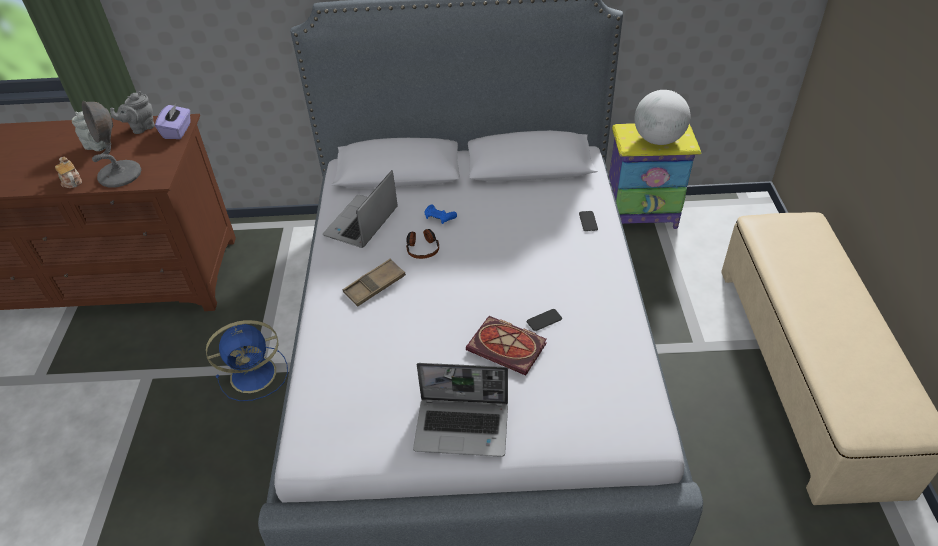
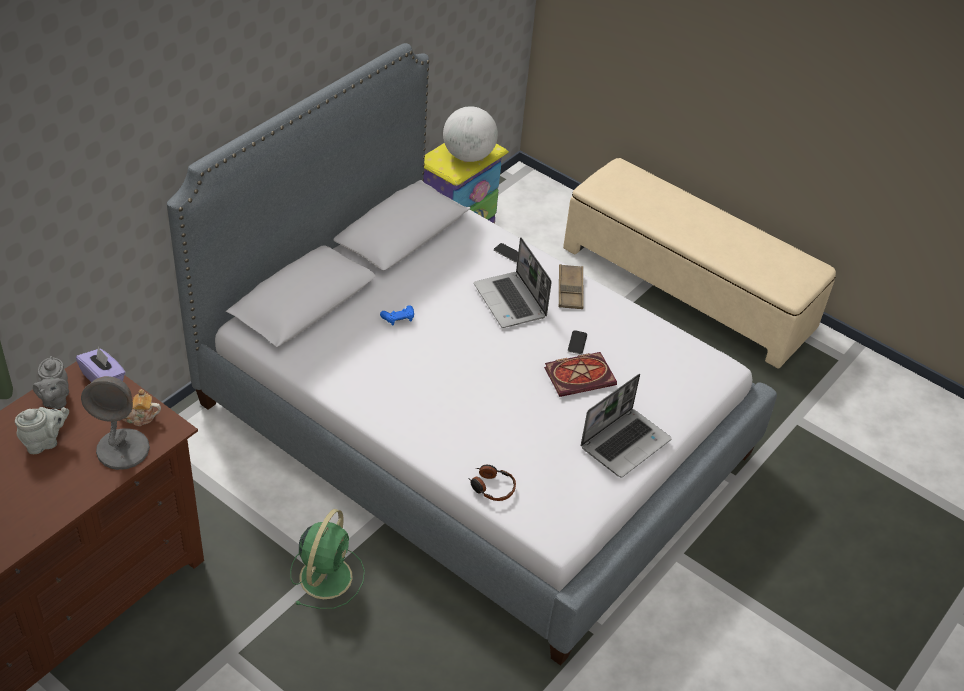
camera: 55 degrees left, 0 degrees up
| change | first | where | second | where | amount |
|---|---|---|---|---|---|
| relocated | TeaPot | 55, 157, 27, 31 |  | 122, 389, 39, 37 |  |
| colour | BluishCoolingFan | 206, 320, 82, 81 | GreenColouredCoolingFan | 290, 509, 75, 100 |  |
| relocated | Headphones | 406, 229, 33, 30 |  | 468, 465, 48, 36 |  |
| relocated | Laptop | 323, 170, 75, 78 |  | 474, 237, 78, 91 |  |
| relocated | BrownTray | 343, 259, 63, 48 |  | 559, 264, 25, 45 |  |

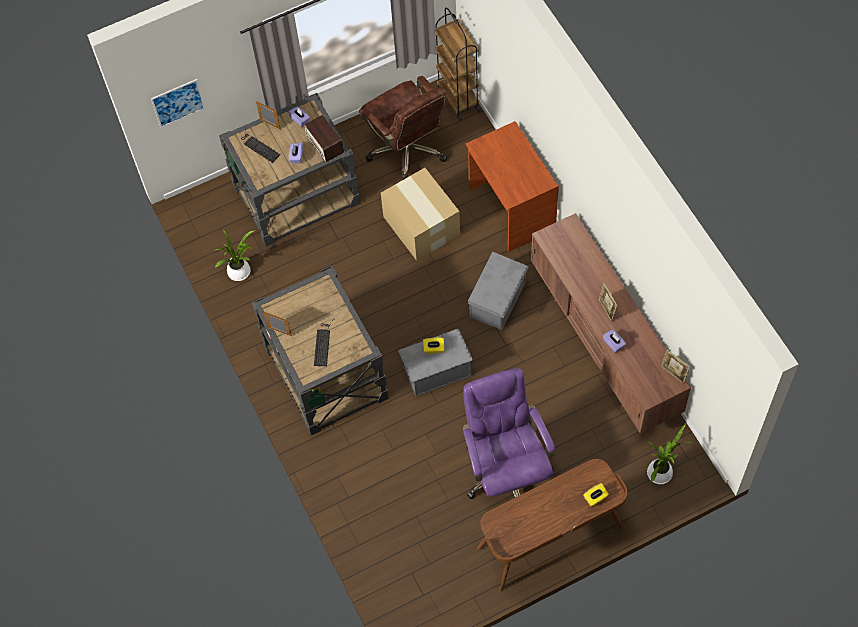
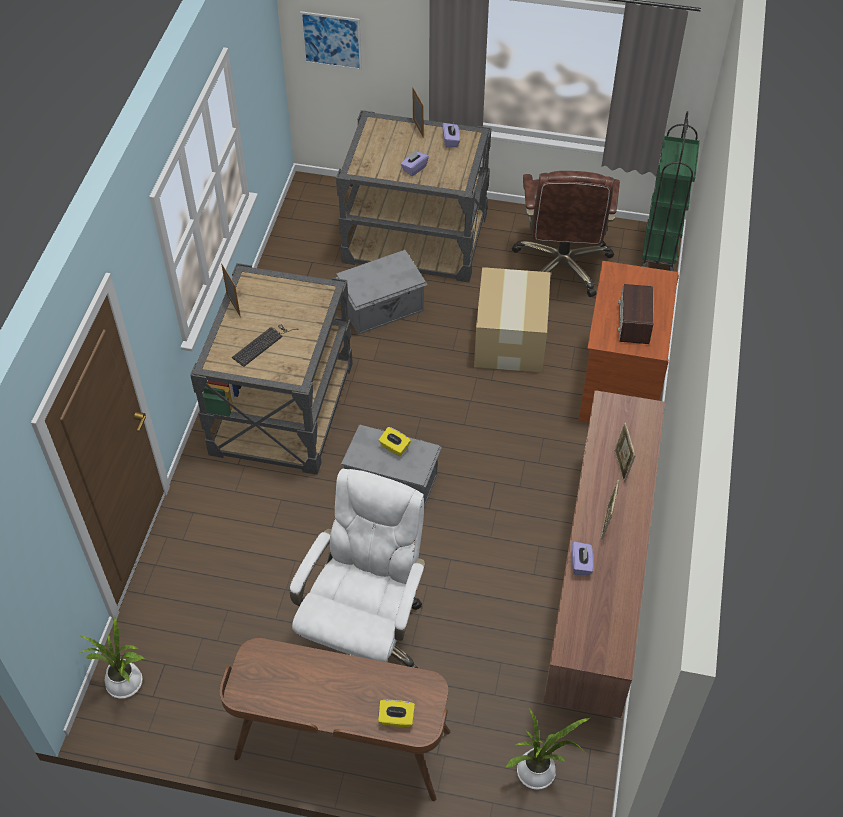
camera: 35 degrees right, 10 degrees down
| change | first | where | second | where | amount |
|---|---|---|---|---|---|
| relocated | PottedPlant | 213, 229, 42, 52 |  | 79, 616, 66, 83 |  |
| colour | PurpleColouredDeskChair | 463, 368, 92, 131 | WhiteColouredDeskChair | 290, 468, 135, 200 |  |
| relocated | GreyStorageBox | 468, 252, 61, 78 |  | 336, 250, 92, 85 |  |
| relocated | StandingFrame | 661, 349, 29, 35 |  | 614, 422, 22, 60 |  |
| relocated | Radio | 304, 115, 40, 47 |  | 618, 284, 36, 60 |  |
| colour | BrownTrolley | 435, 7, 46, 115 | GreenColouredTrolley | 642, 111, 58, 160 |  |
| missing | PcKeyboard | 242, 128, 38, 35 |  |  |  |

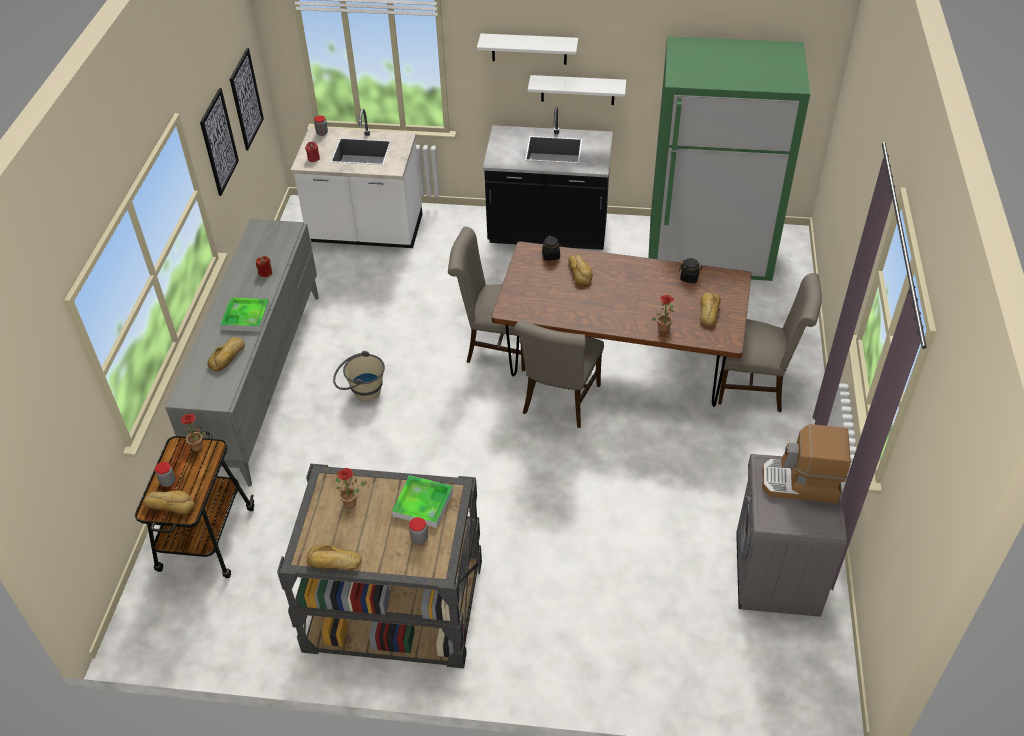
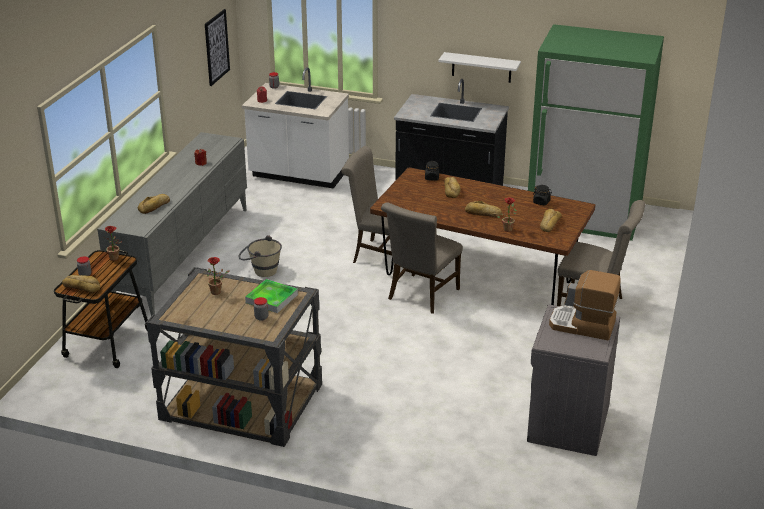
camera: 10 degrees right, 15 degrees down
| change | first | where | second | where | amount |
|---|---|---|---|---|---|
| relocated | BakedBread | 306, 545, 56, 26 |  | 465, 201, 37, 16 |  |
| missing | WallPicture | 200, 88, 39, 108 |  |  |  |
| missing | Tray | 220, 298, 50, 34 |  |  |  |
| missing | WhiteColouredWallShelf | 477, 33, 101, 32 |  |  |  |

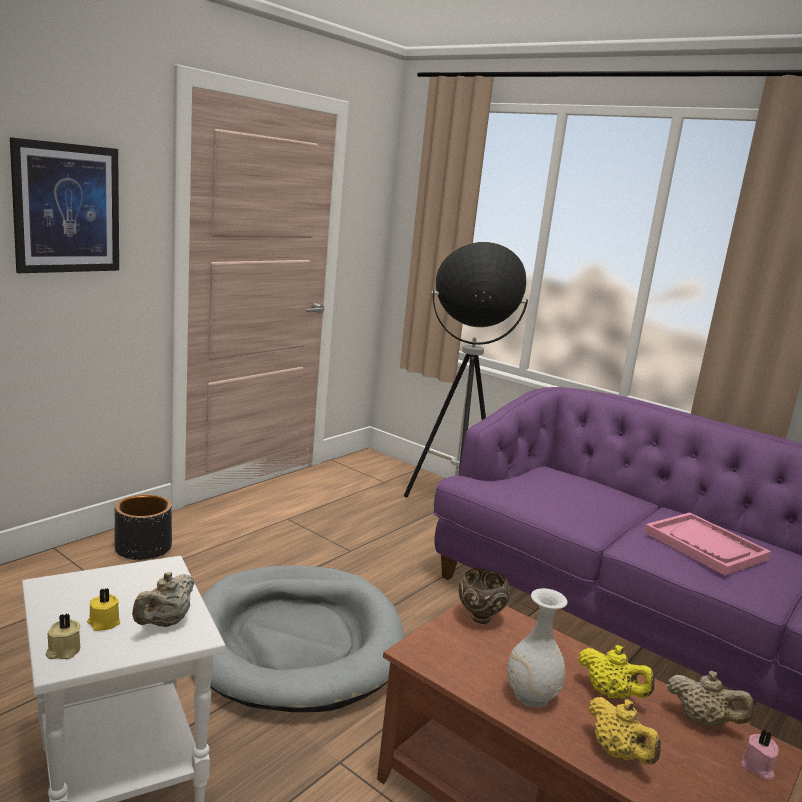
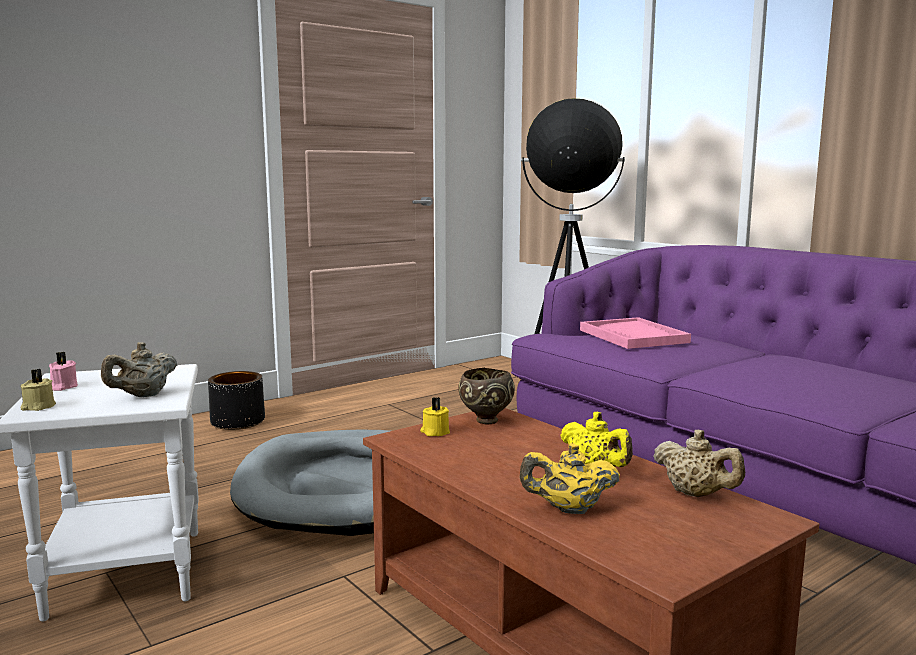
camera: 15 degrees right, 5 degrees down
| change | first | where | second | where | amount |
|---|---|---|---|---|---|
| relocated | PinkCandle | 741, 730, 38, 50 |  | 49, 352, 29, 39 |  |
| relocated | YellowishCandle | 87, 588, 33, 43 |  | 420, 397, 30, 39 |  |
| spun | YellowishTeaPot | 588, 697, 73, 68 |  | 520, 443, 100, 71 | 105 degrees clockwise |
| relocated | PinkTray | 644, 512, 127, 63 |  | 580, 317, 111, 32 |  |
| missing | WallPicture | 10, 137, 109, 136 |  |  |  |
| missing | WhiteColouredDecorativeVase | 507, 588, 61, 119 |  |  |  |

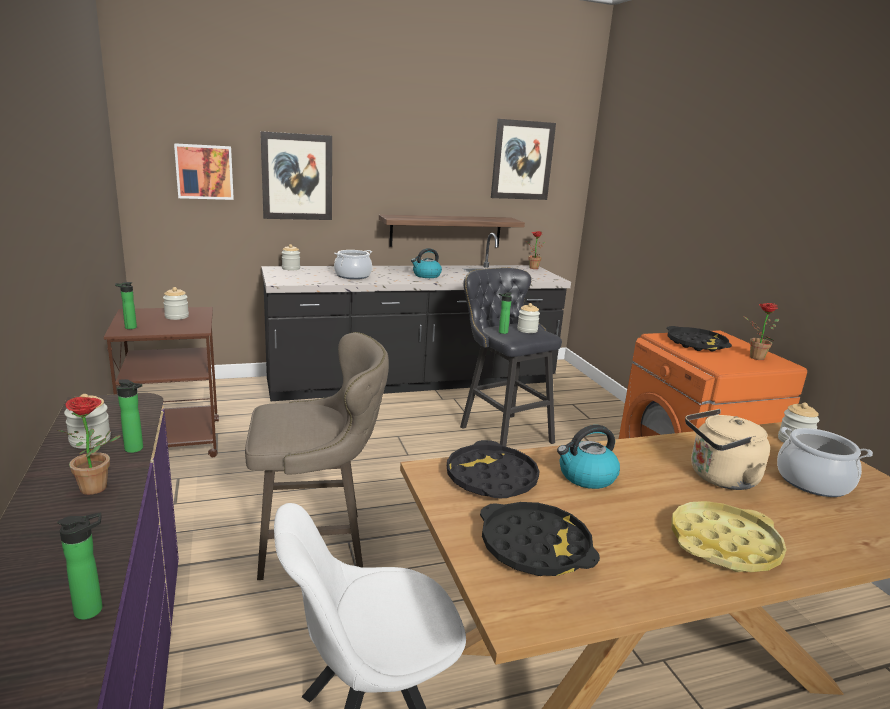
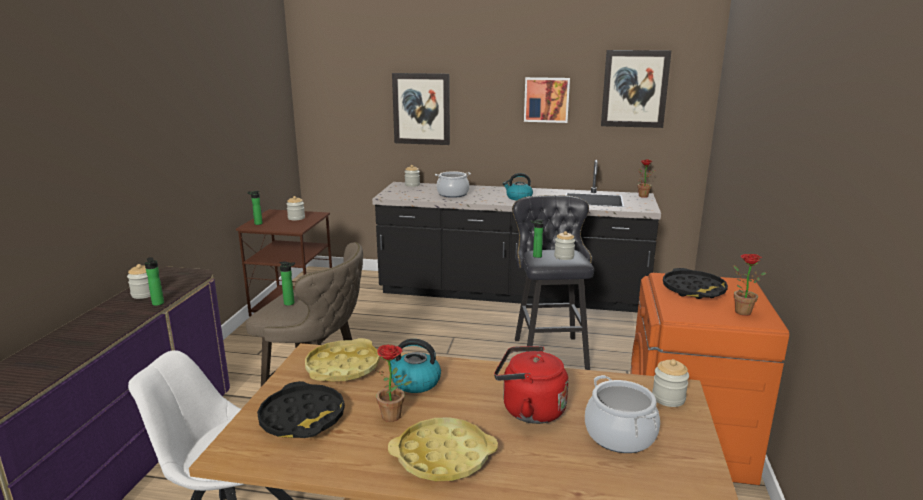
camera: 30 degrees right, 0 degrees up
| change | first | where | second | where | amount |
|---|---|---|---|---|---|
| relocated | BeverageBottle | 57, 512, 46, 108 |  | 280, 261, 15, 45 |  |
| colour | BlackishTray | 447, 440, 93, 58 | YellowishTray | 305, 338, 75, 44 |  |
| relocated | PottedPlant | 58, 397, 63, 98 |  | 370, 345, 42, 77 |  |
| colour | BeigeTeaKettle | 685, 409, 85, 81 | RedColouredTeaKettle | 494, 346, 74, 78 |  |
| relocated | WallPicture | 174, 143, 60, 57 |  | 524, 77, 46, 46 |  |
| missing | WallShelf | 379, 215, 146, 32 |  |  |  |

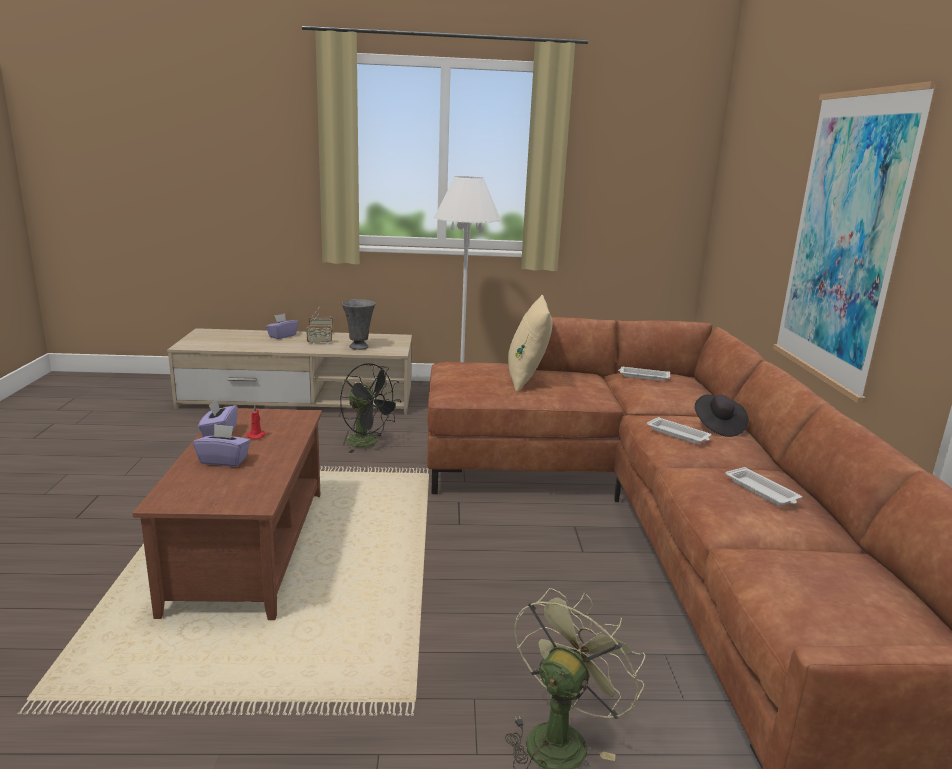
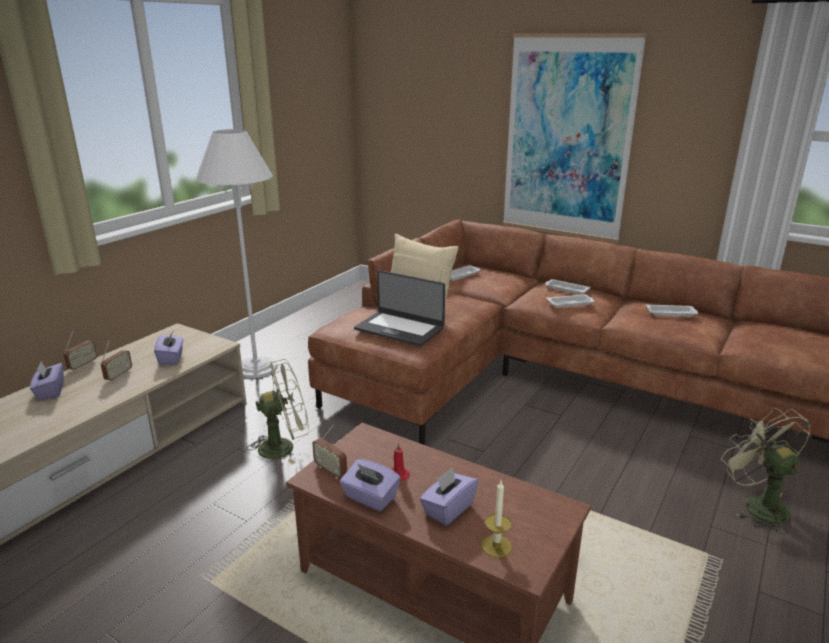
camera: 55 degrees left, 5 degrees up
| change | first | where | second | where | amount |
|---|---|---|---|---|---|
| exchanged | GreyDecorativeVase | 342, 299, 34, 51 | PurpleColouredTissueHolder | 154, 331, 29, 34 |  |
| colour | BlackishCoolingFan | 340, 363, 61, 90 | GreenColouredCoolingFan | 246, 359, 63, 105 |  |
| appeared |  |  | Radio | 312, 425, 35, 54 |  |
| appeared |  |  | Laptop | 354, 270, 91, 76 |  |
| appeared |  |  | Candle | 481, 481, 31, 77 |  |
| exchanged | BlackishClothingHat | 695, 395, 54, 42 | WhiteColouredTray | 545, 279, 46, 16 |  |

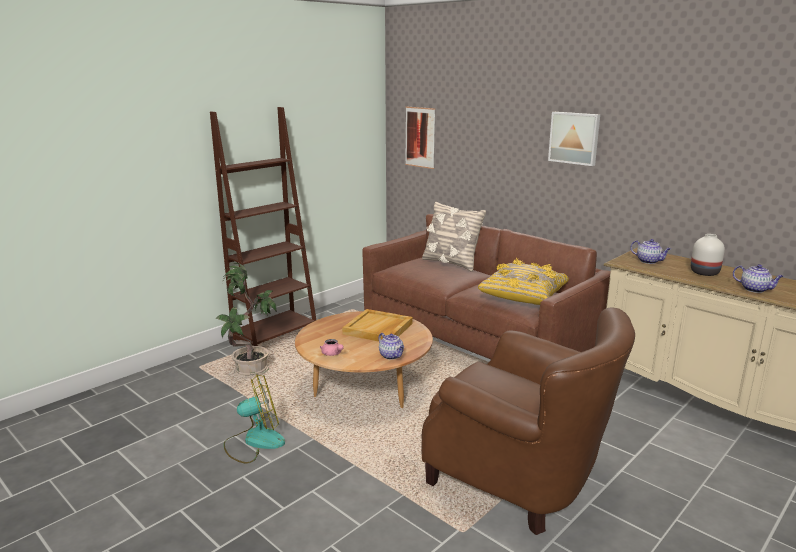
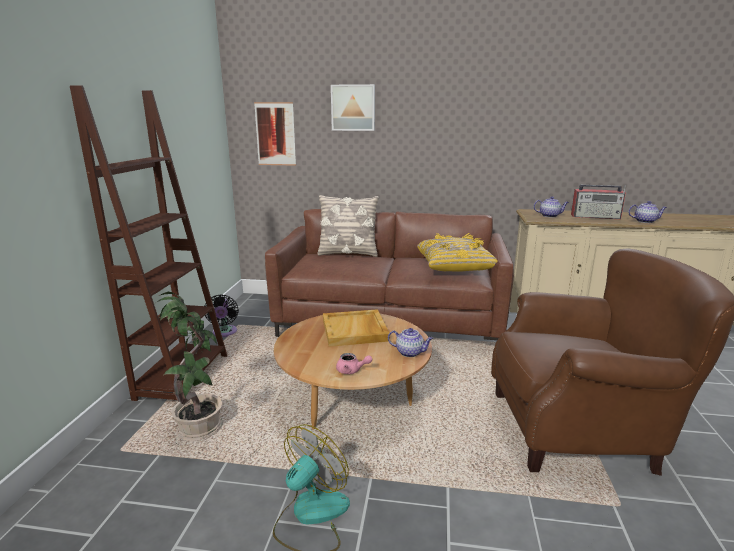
camera: 35 degrees left, 0 degrees up
| change | first | where | second | where | amount |
|---|---|---|---|---|---|
| appeared |  |  | BlackishCoolingFan | 205, 294, 34, 43 |  |
| relocated | WallPicture | 548, 112, 52, 54 |  | 331, 84, 44, 47 |  |
| exchanged | WhiteColouredDecorativeVase | 691, 234, 34, 42 | Radio | 571, 185, 55, 34 |  |

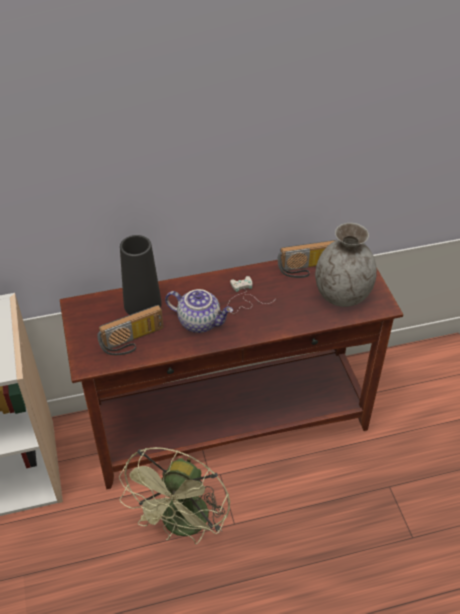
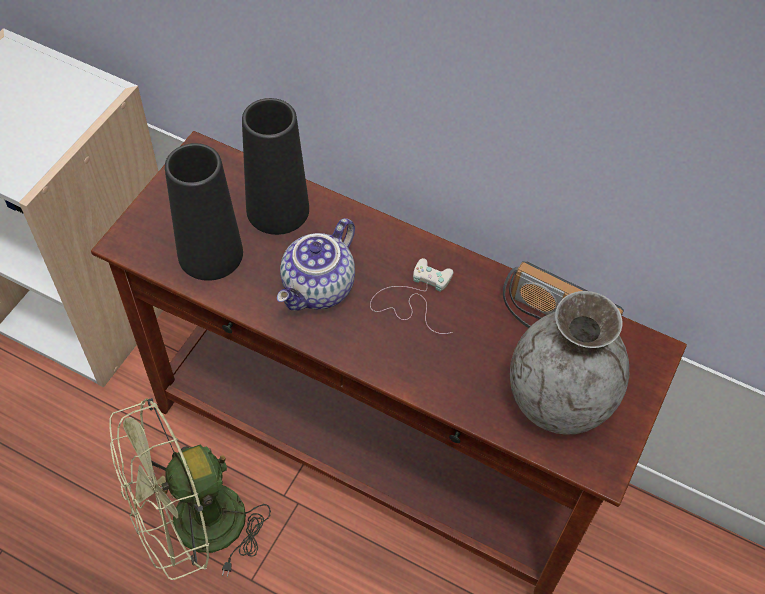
camera: 40 degrees right, 10 degrees up
| change | first | where | second | where | amount |
|---|---|---|---|---|---|
| exchanged | Radio | 97, 305, 66, 50 | BlackishDecorativeVase | 165, 143, 78, 138 |  |
| spun | TeaPot | 165, 289, 68, 44 |  | 277, 218, 78, 93 | 60 degrees clockwise |

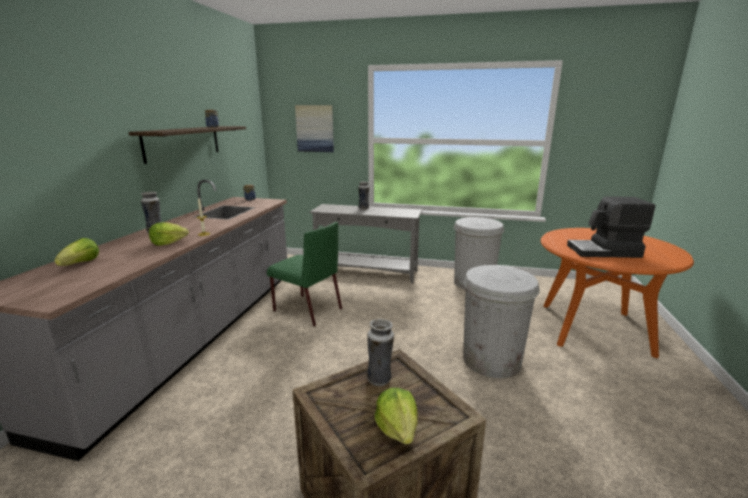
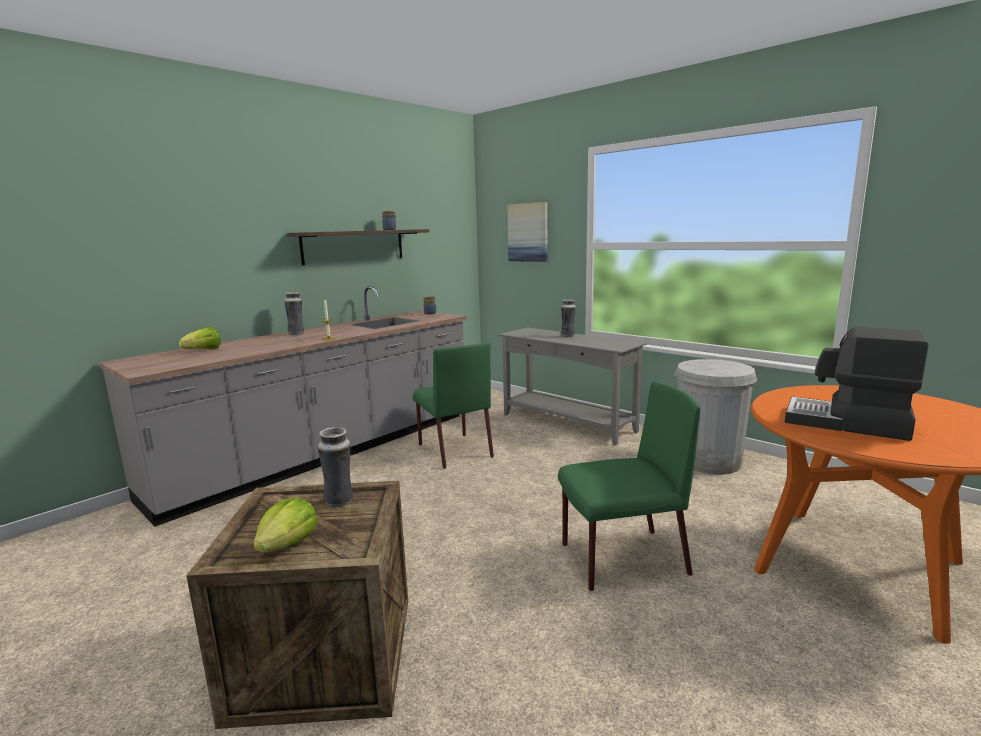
camera: 30 degrees right, 5 degrees down
| change | first | where | second | where | amount |
|---|---|---|---|---|---|
| exchanged | WhiteColouredWasteBin | 463, 265, 77, 113 | GreenColouredPlainChair | 558, 381, 142, 210 |  |
| missing | LettuceHead | 149, 222, 40, 23 |  |  |  |

